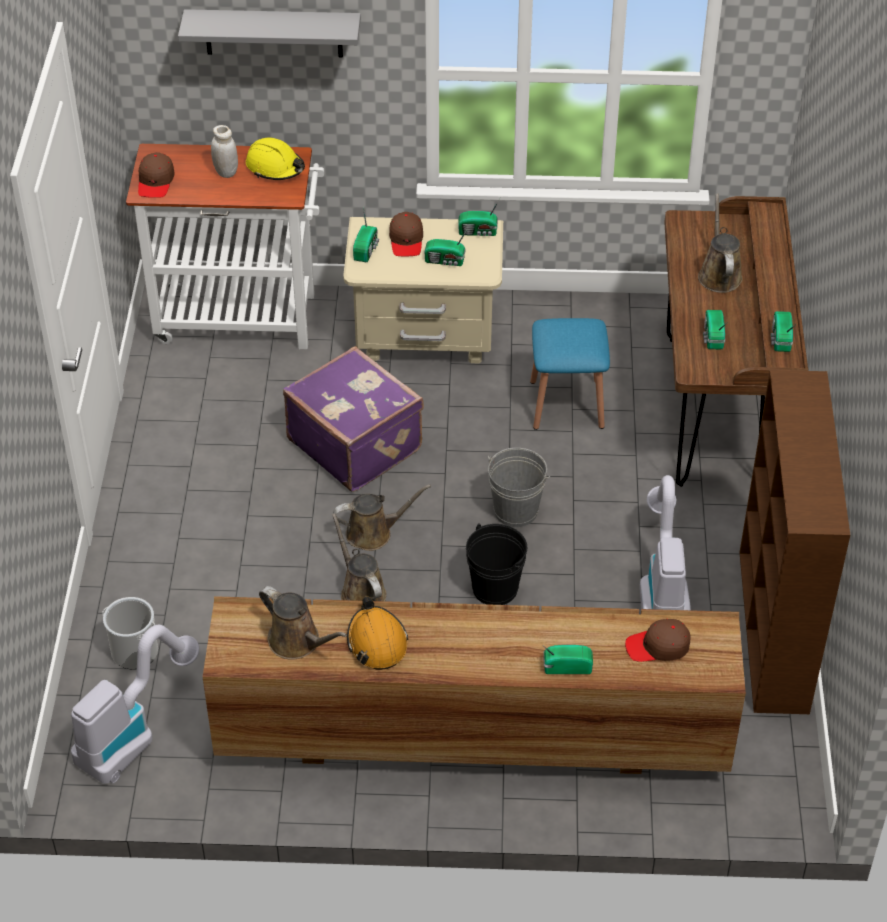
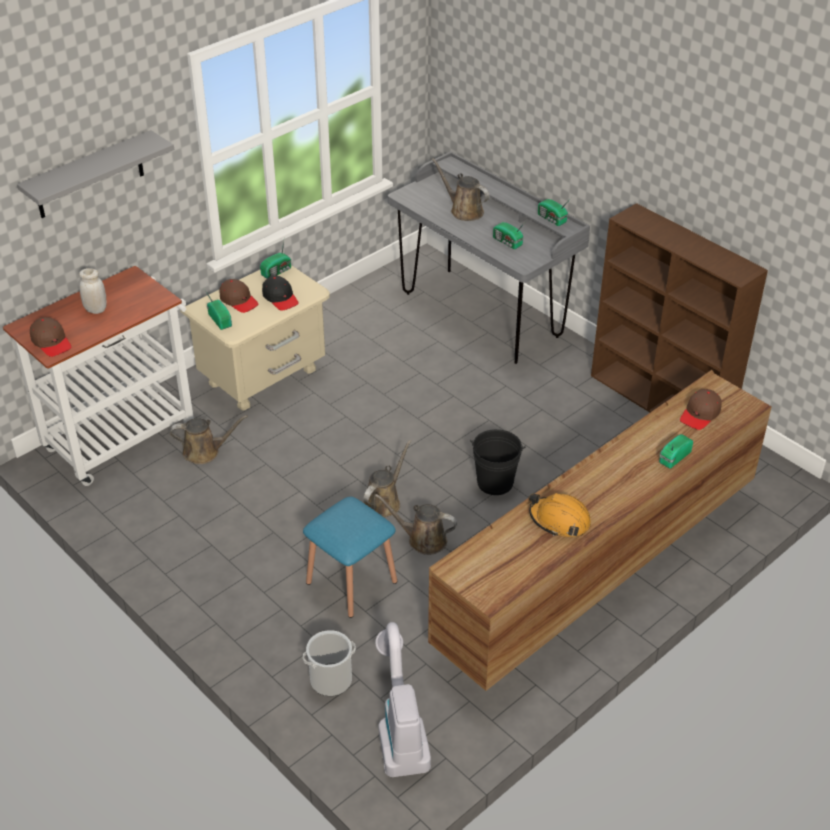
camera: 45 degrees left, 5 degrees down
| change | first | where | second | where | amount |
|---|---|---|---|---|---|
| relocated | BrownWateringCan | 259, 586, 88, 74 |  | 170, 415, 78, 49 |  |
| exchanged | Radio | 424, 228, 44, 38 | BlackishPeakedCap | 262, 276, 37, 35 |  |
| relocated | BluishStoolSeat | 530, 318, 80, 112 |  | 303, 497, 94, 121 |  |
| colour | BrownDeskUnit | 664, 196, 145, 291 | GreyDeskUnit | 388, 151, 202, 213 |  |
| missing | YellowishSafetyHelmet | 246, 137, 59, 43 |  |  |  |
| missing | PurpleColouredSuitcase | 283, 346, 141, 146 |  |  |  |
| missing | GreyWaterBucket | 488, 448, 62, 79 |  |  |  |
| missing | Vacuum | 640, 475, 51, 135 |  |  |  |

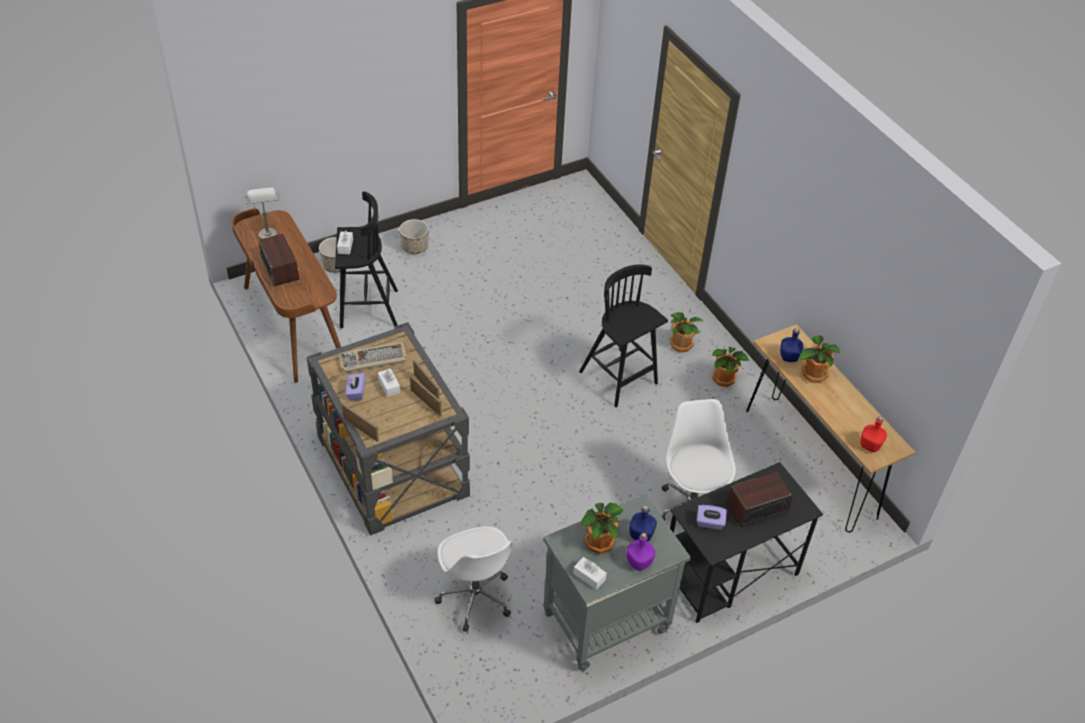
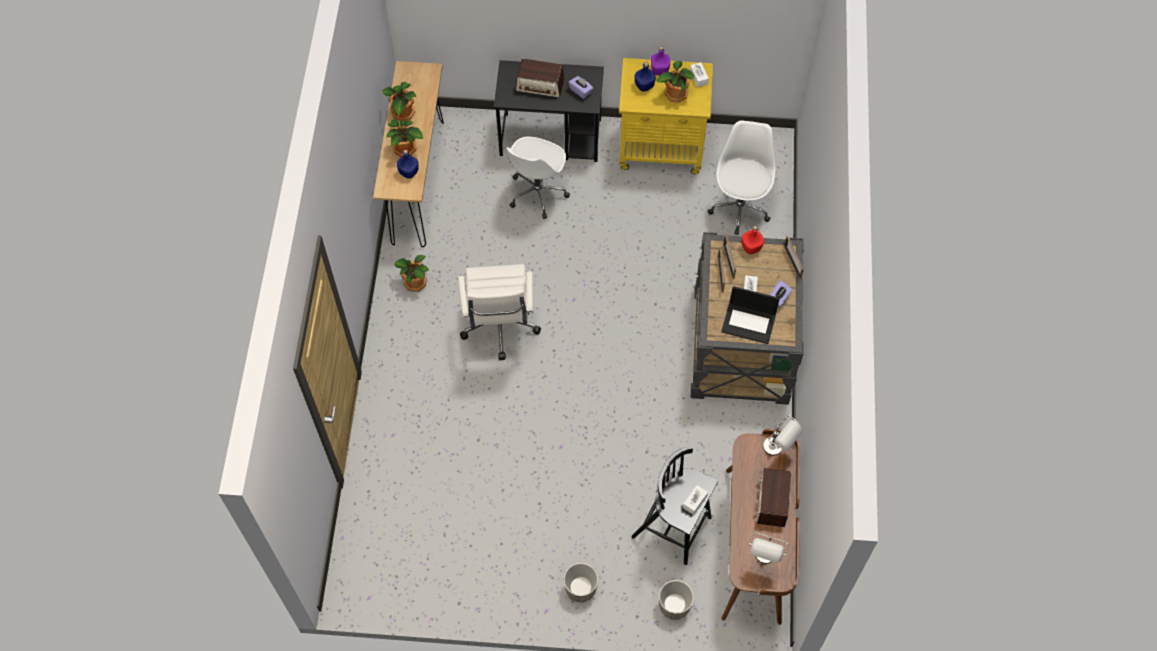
camera: 145 degrees left, 15 degrees up
| change | first | where | second | where | amount |
|---|---|---|---|---|---|
| relocated | PottedPlant | 670, 312, 32, 40 |  | 382, 82, 34, 40 |  |
| exchanged | BlackishStoolSeat | 579, 265, 89, 142 | WhiteColouredDeskChair | 458, 264, 83, 96 |  |
| colour | GreyTrolley | 543, 494, 148, 179 | YellowishTrolley | 619, 58, 94, 117 |  |
| exchanged | PcKeyboard | 338, 342, 69, 31 | Laptop | 721, 286, 59, 58 |  |
| relocated | RedColouredBeverageBottle | 860, 416, 27, 36 |  | 742, 226, 22, 28 |  |
| appeared |  |  | GreyLampForATable | 763, 415, 39, 41 |  |

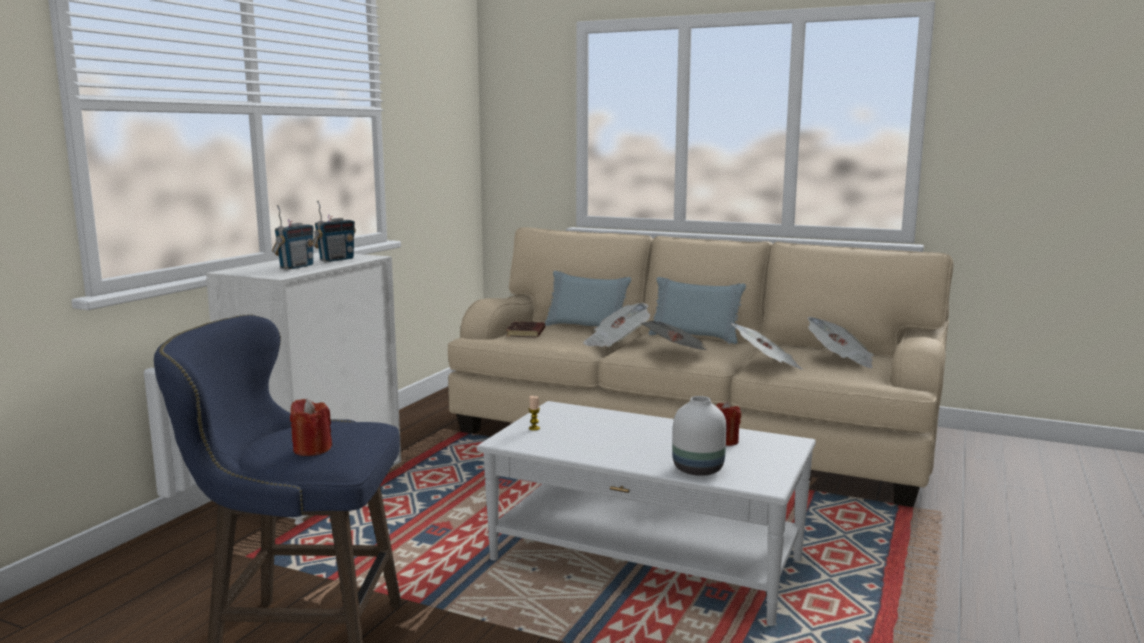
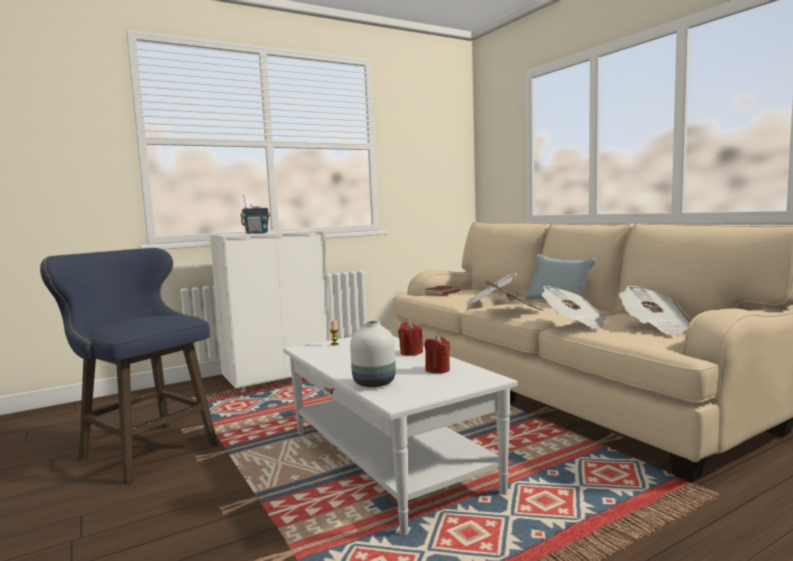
camera: 35 degrees right, 5 degrees down
| change | first | where | second | where | amount |
|---|---|---|---|---|---|
| relocated | RedColouredCandle | 290, 399, 42, 57 |  | 398, 321, 25, 35 |  |
| missing | Radio | 313, 201, 43, 61 |  |  |  |
| missing | BluishPillow | 545, 271, 86, 56 |  |  |  |

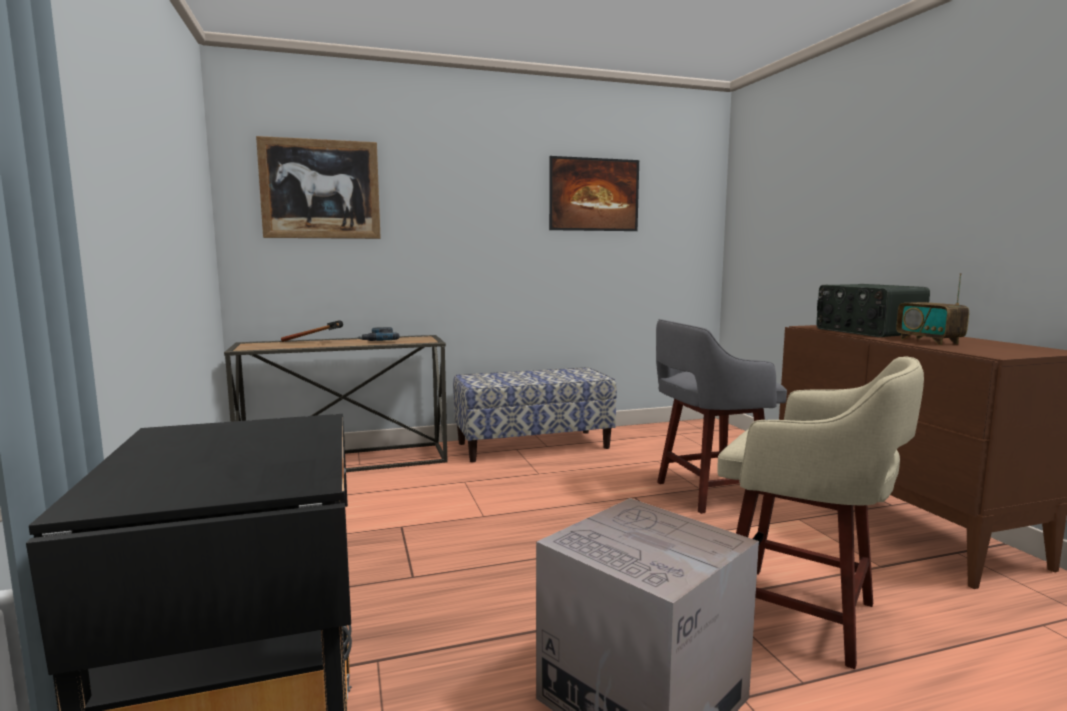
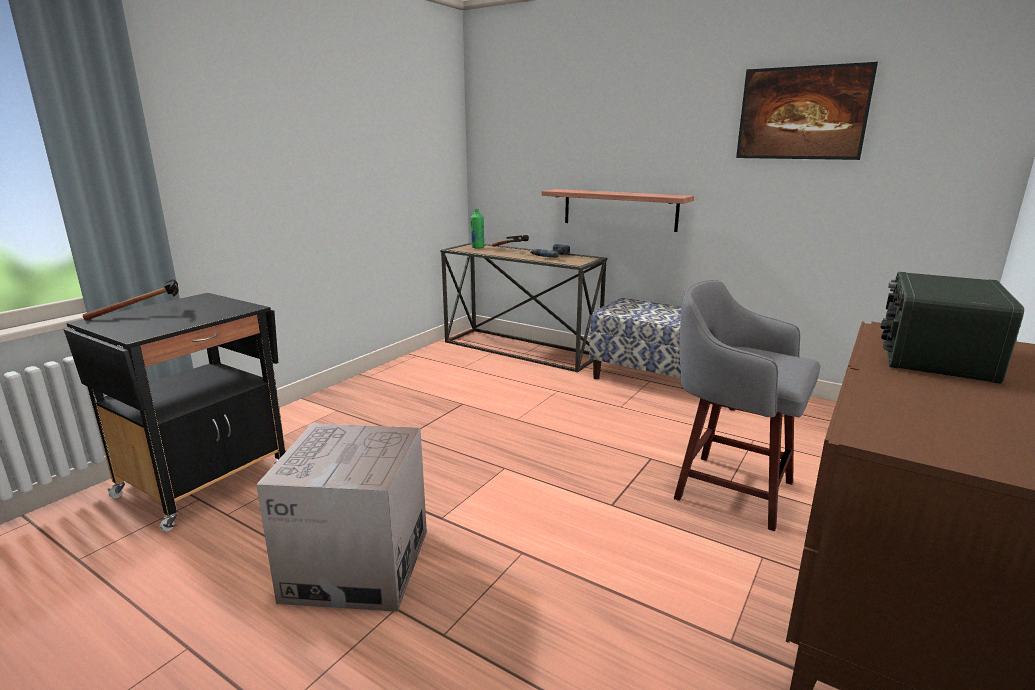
camera: 50 degrees right, 10 degrees up
| change | first | where | second | where | amount |
|---|---|---|---|---|---|
| appeared |  |  | ToolHammer | 83, 279, 96, 42 |  |
| appeared |  |  | GreenColouredBeverageBottle | 471, 209, 14, 40 |  |
| appeared |  |  | WallShelf | 542, 189, 152, 43 |  |
| missing | WallPicture | 256, 136, 125, 103 |  |  |  |
| missing | BeigeStoolSeat | 717, 356, 207, 313 |  |  |  |
| missing | Radio | 896, 273, 73, 72 |  |  |  |

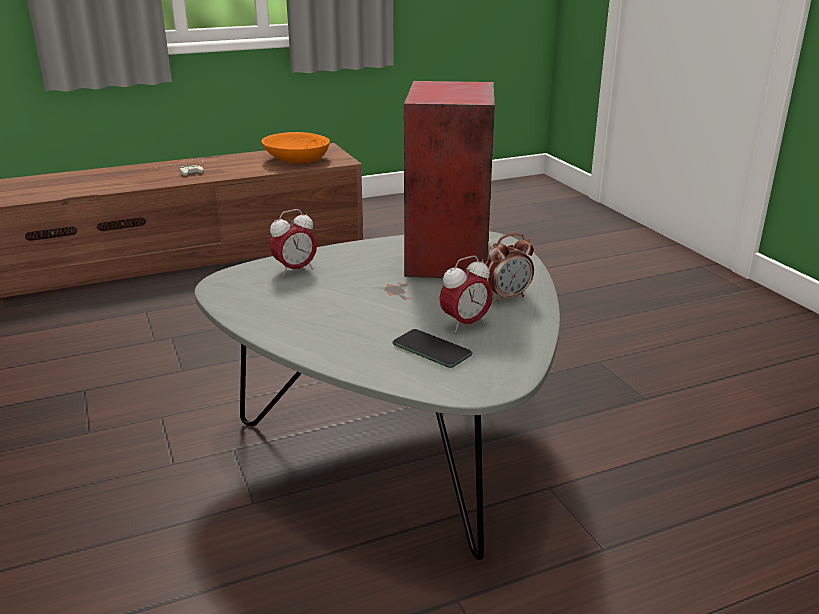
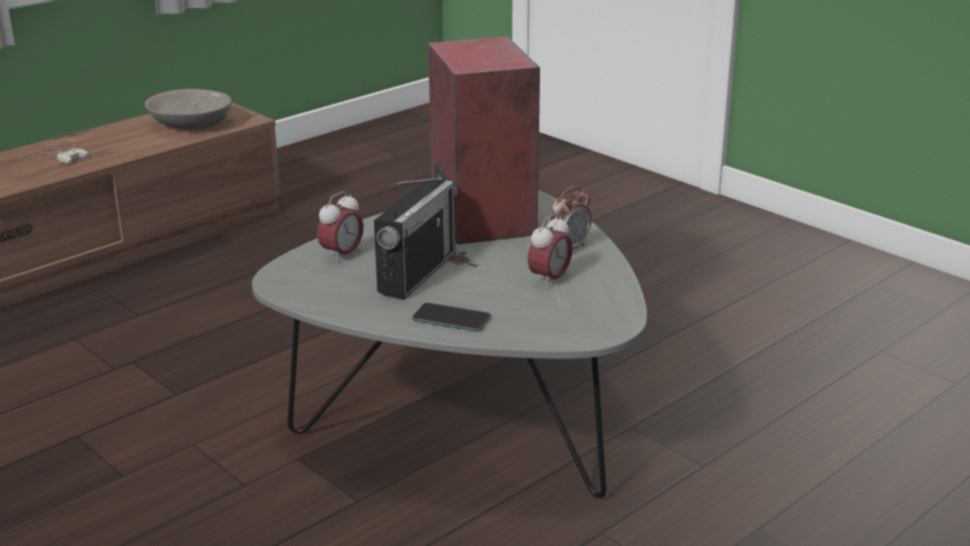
camera: 20 degrees left, 0 degrees up
| change | first | where | second | where | amount |
|---|---|---|---|---|---|
| colour | OrangeServingBowl | 261, 132, 69, 32 | GreyServingBowl | 145, 89, 87, 41 |  |
| appeared |  |  | Radio | 374, 177, 83, 123 |  |
| relocated | Telephone | 393, 329, 79, 39 |  | 412, 303, 79, 29 |  |

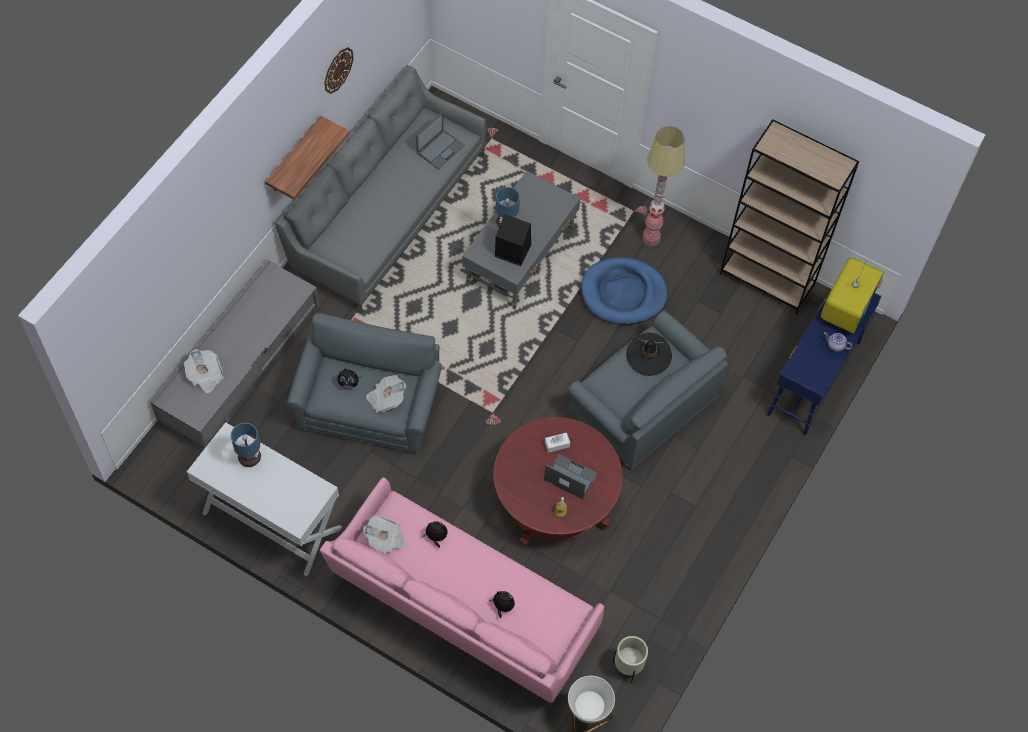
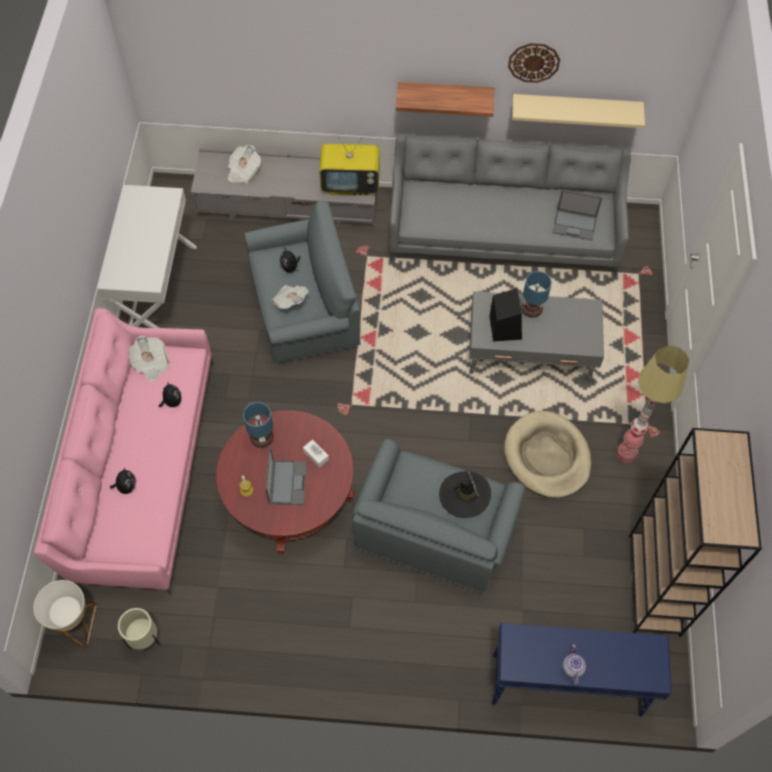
camera: 65 degrees right, 0 degrees up
| change | first | where | second | where | amount |
|---|---|---|---|---|---|
| relocated | LampForATable | 231, 423, 30, 44 |  | 243, 402, 31, 46 |  |
| relocated | Television | 821, 258, 63, 75 |  | 319, 137, 61, 58 |  |
| colour | BluishDogBed | 581, 257, 86, 67 | BeigeDogBed | 504, 411, 88, 87 |  |
| appeared |  |  | BeigeWallShelf | 512, 94, 133, 34 |  |

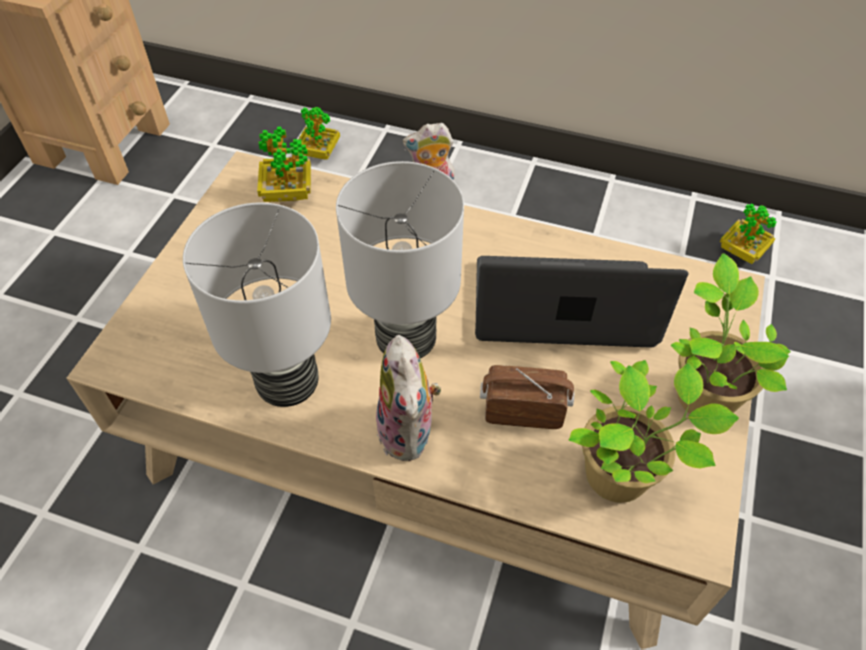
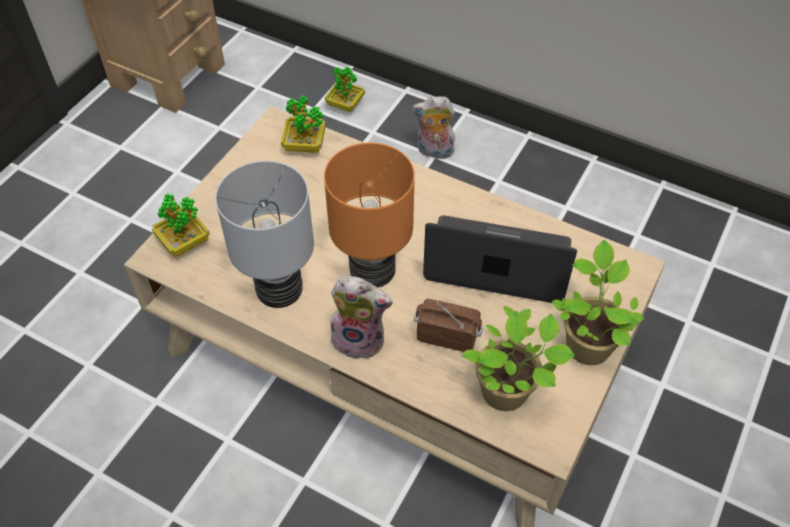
camera: 10 degrees right, 0 degrees up
| change | first | where | second | where | amount |
|---|---|---|---|---|---|
| relocated | PottedPlant | 720, 204, 57, 60 |  | 152, 194, 58, 64 |  |
| colour | GreyLampForATable | 336, 161, 128, 197 | OrangeLampForATable | 324, 142, 91, 146 |  |
| spun | SoftToy | 376, 335, 65, 126 |  | 325, 276, 68, 84 | 75 degrees counterclockwise |

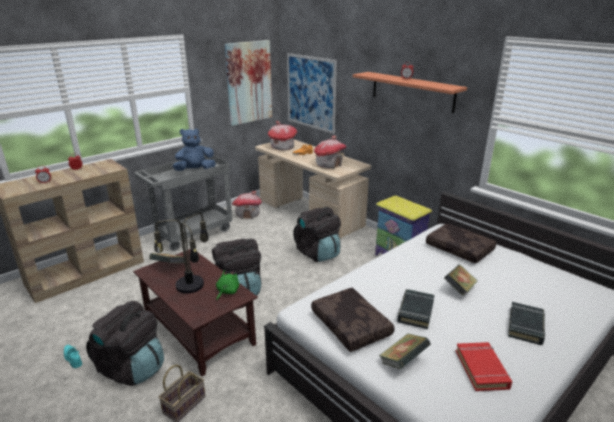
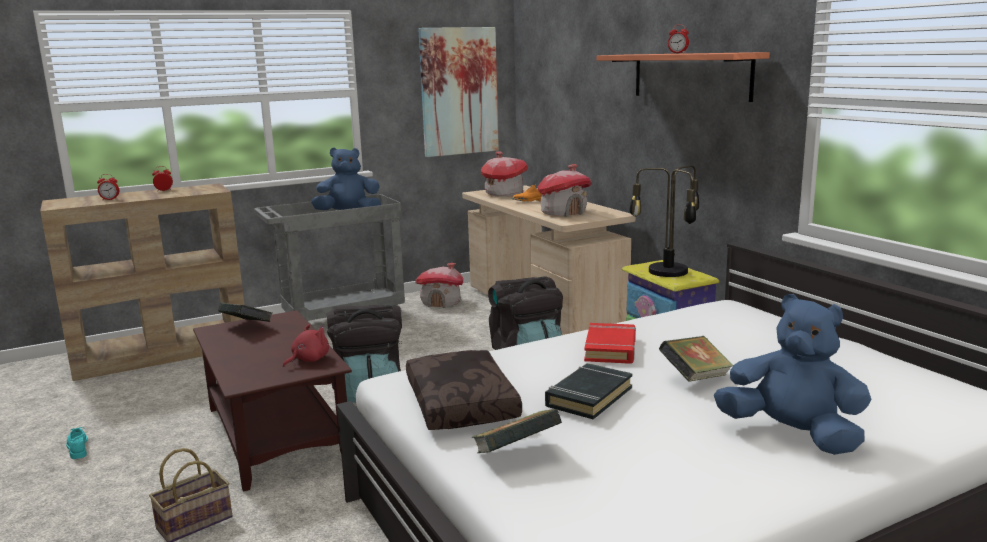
camera: 15 degrees right, 10 degrees down
| change | first | where | second | where | amount |
|---|---|---|---|---|---|
| colour | GreenColouredSoftToy | 216, 270, 23, 31 | RedColouredSoftToy | 283, 324, 46, 43 |  |
| relocated | RedColouredBoundBook | 456, 342, 56, 49 |  | 584, 323, 52, 41 |  |
| relocated | LampForATable | 154, 213, 54, 81 |  | 629, 165, 70, 112 |  |
| exchanged | BlackishBoundBook | 508, 302, 37, 43 | BluishSoftToy | 714, 294, 158, 161 |  |
| missing | BlackishRucksack | 86, 301, 78, 85 |  |  |  |
| missing | WallPicture | 287, 53, 50, 81 |  |  |  |
| missing | BrownPillow | 426, 224, 70, 40 |  |  |  |

